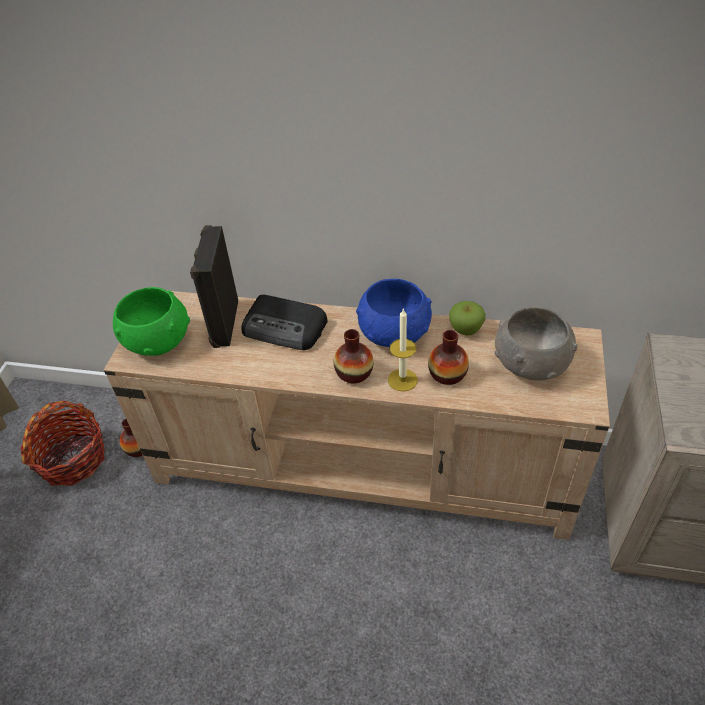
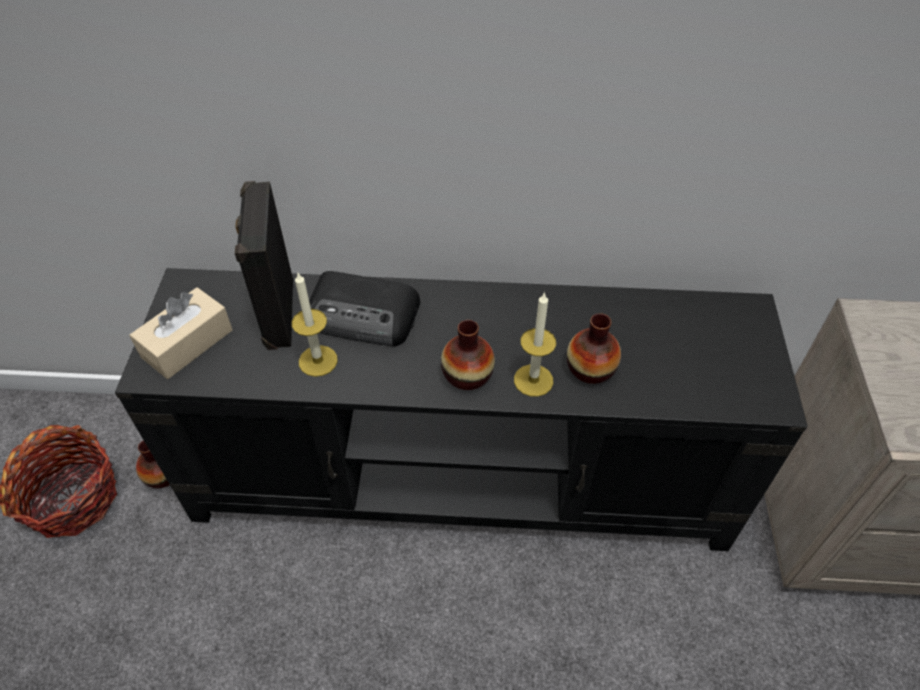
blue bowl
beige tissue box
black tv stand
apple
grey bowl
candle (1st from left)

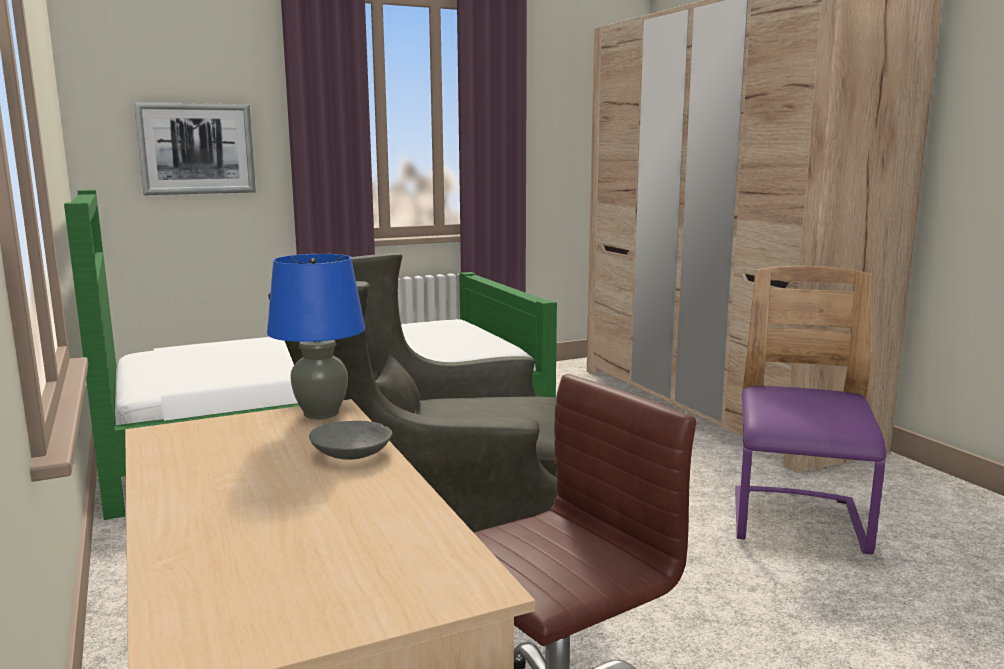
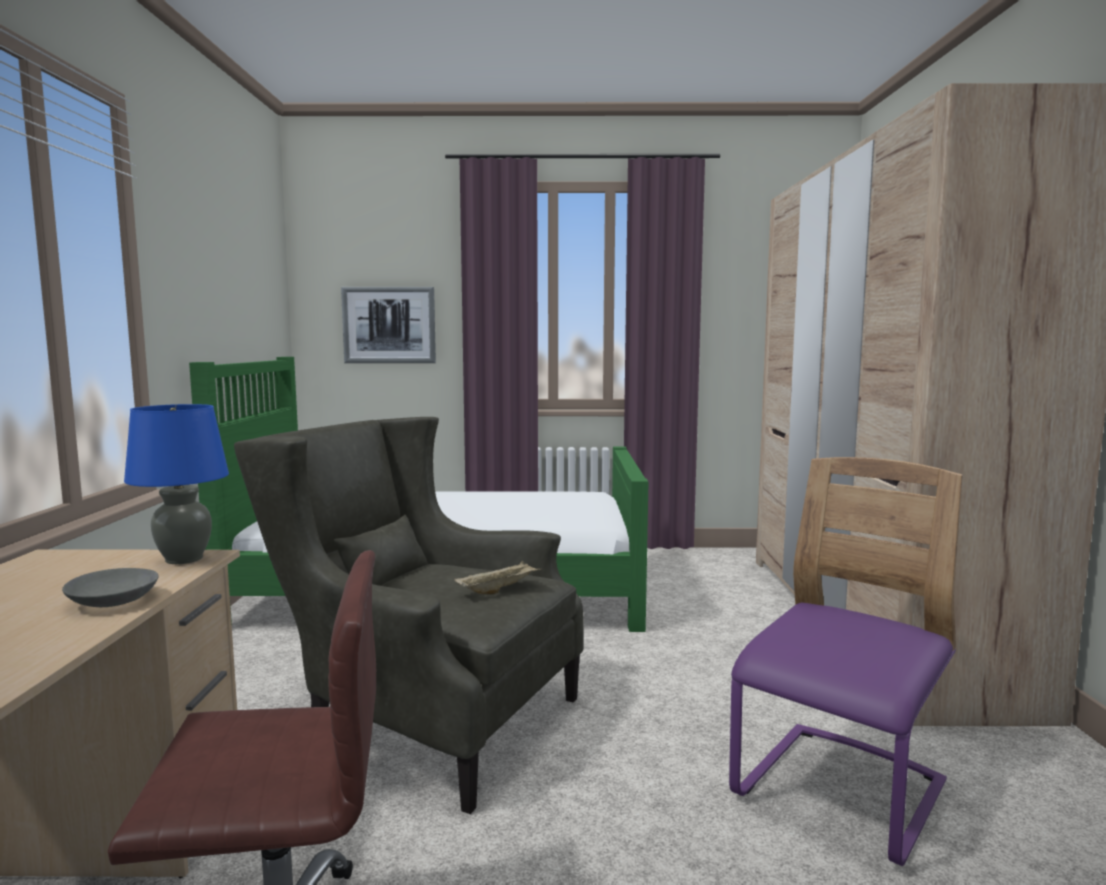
beige tray

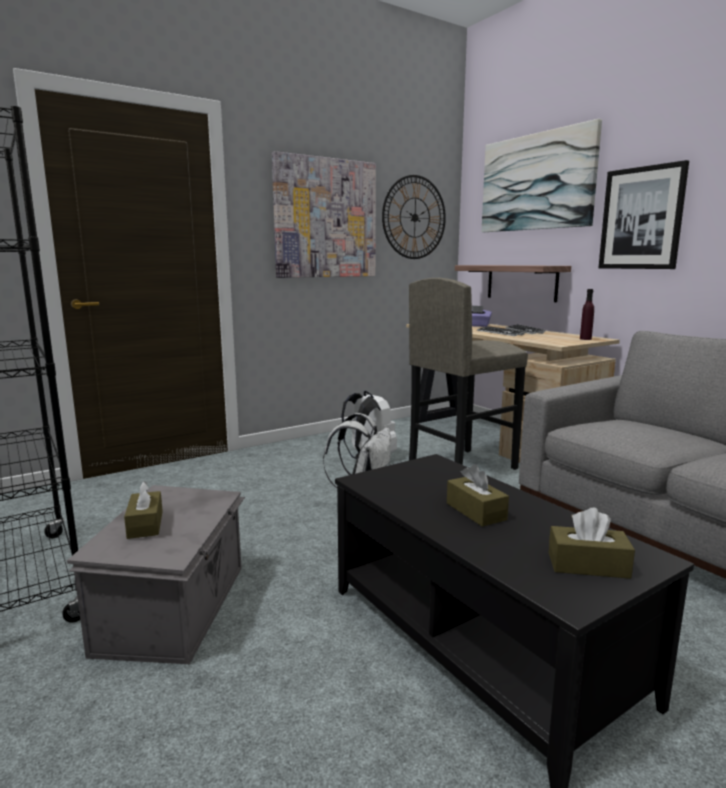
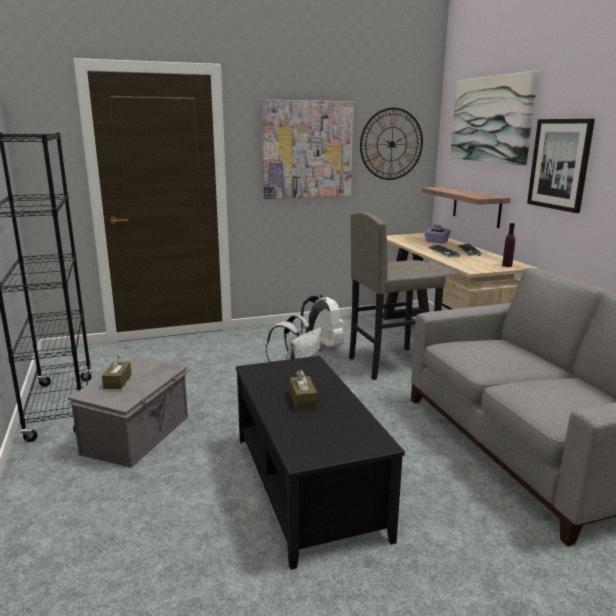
brown tissue box (3rd from left in the first image)

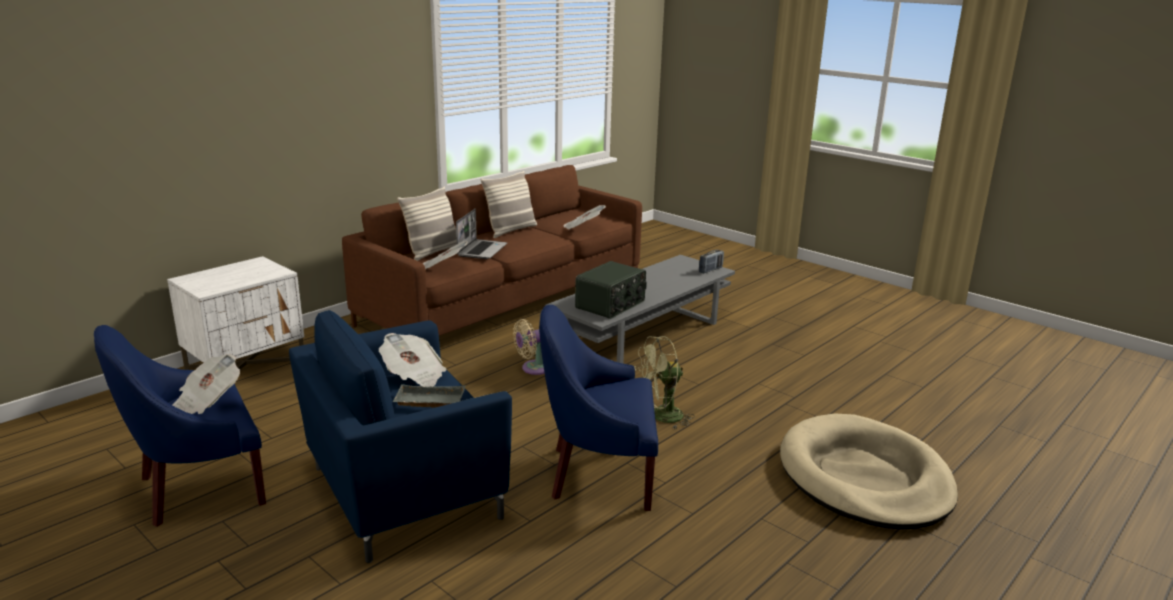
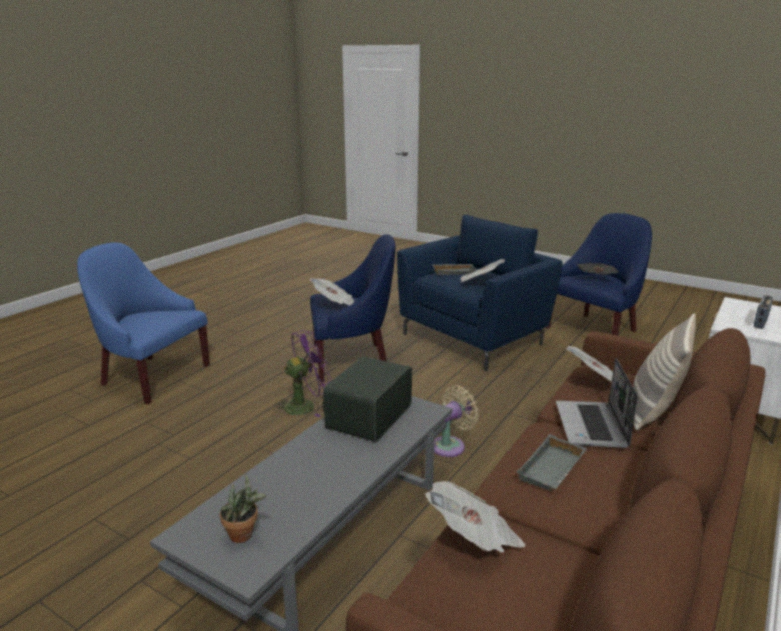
pillow (2nd from left in the first image)
radio (2nd from left)
purple fan
blue armchair (1st from left)
newspaper (1st from left)
grey tray (2nd from left)
potted plant

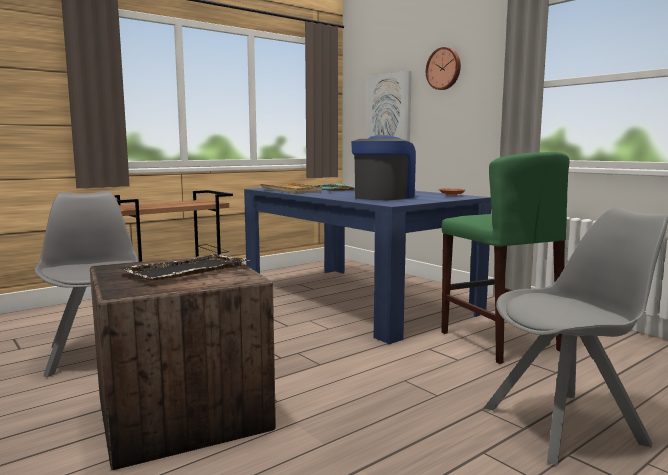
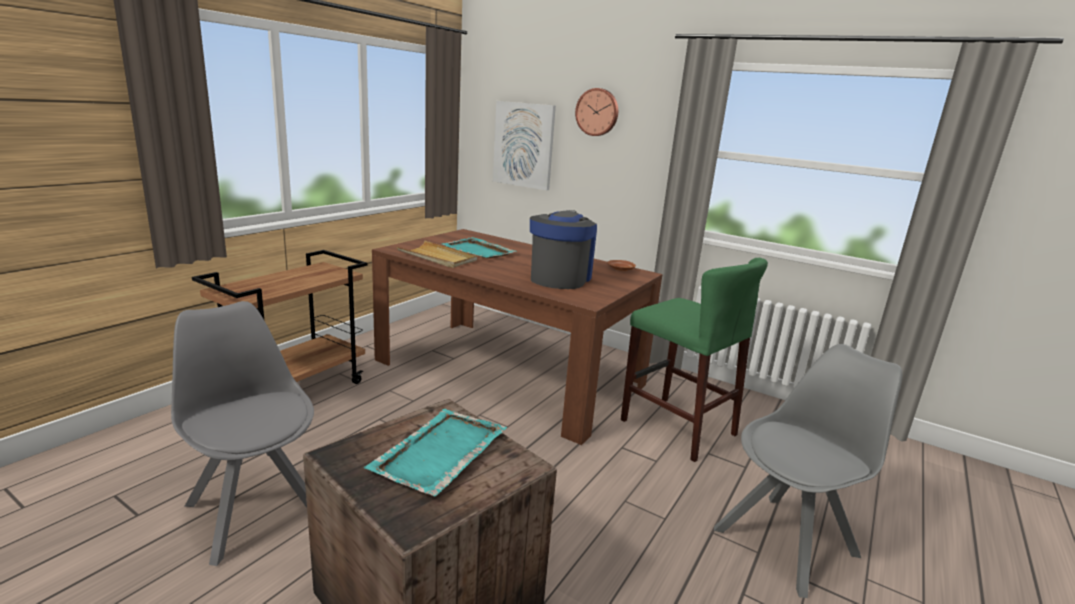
brown dining table
turquoise tray (1st from left)

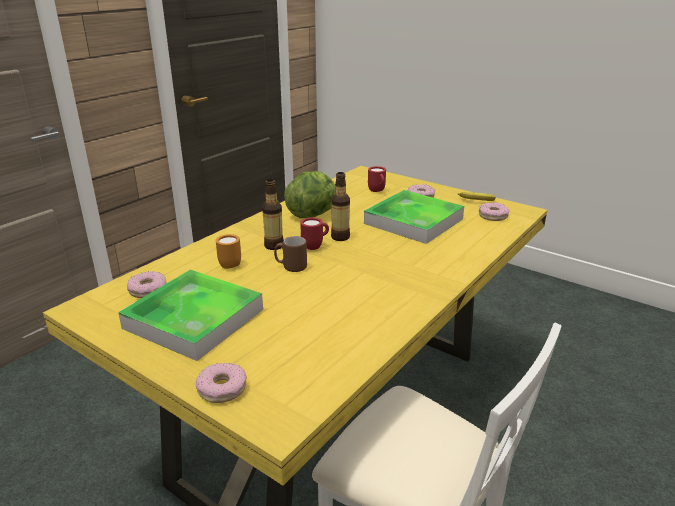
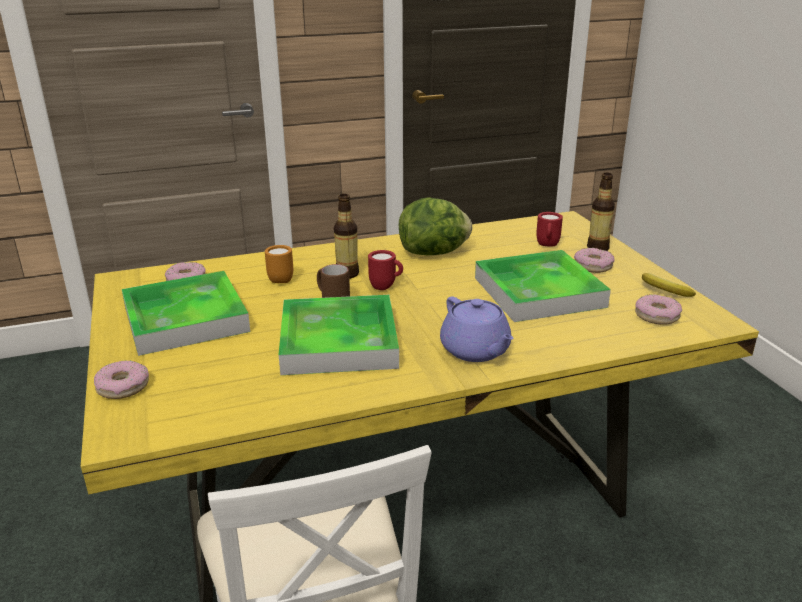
bottle (2nd from left)
tray (2nd from left)
purple teapot

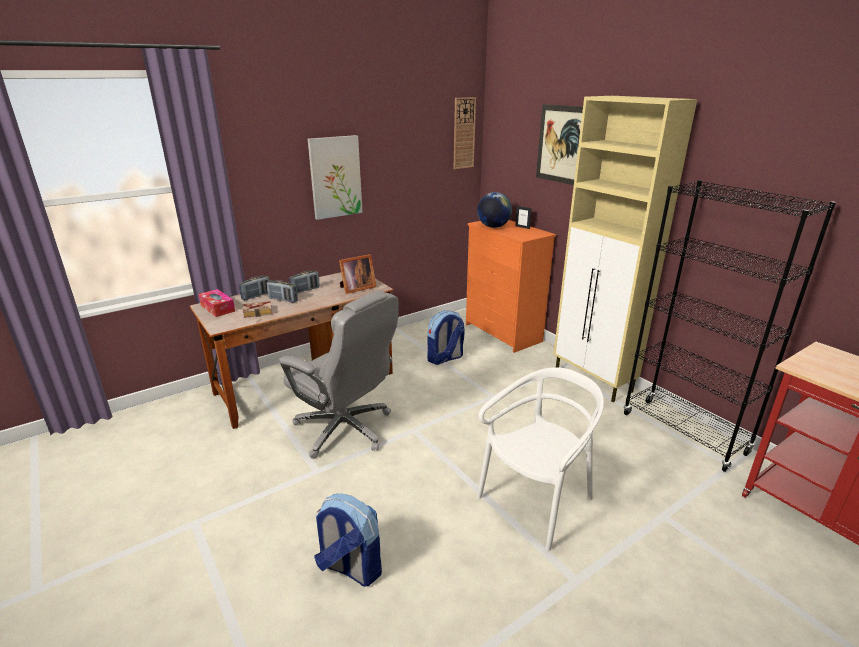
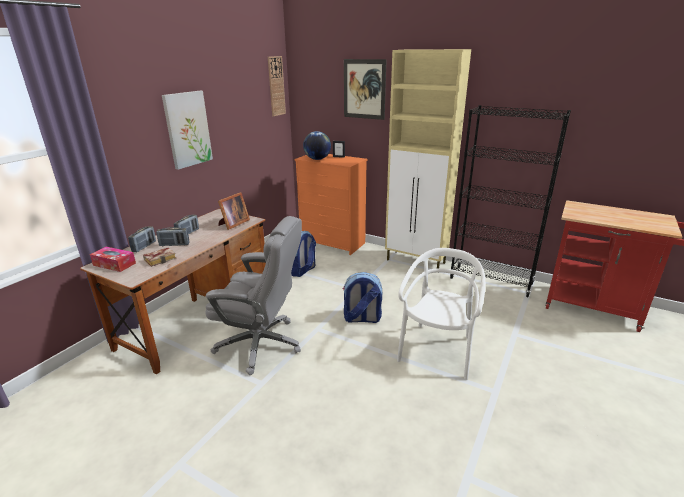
backpack (2nd from left)

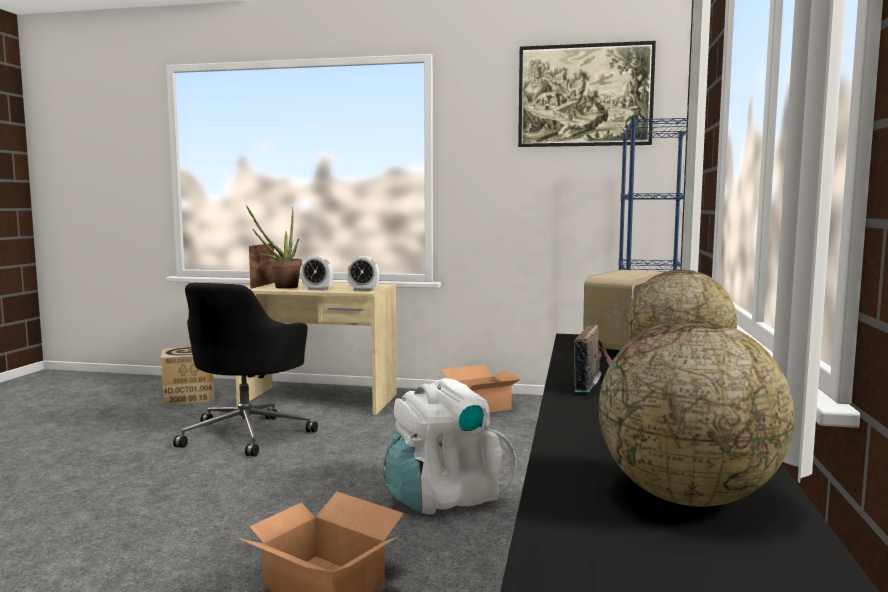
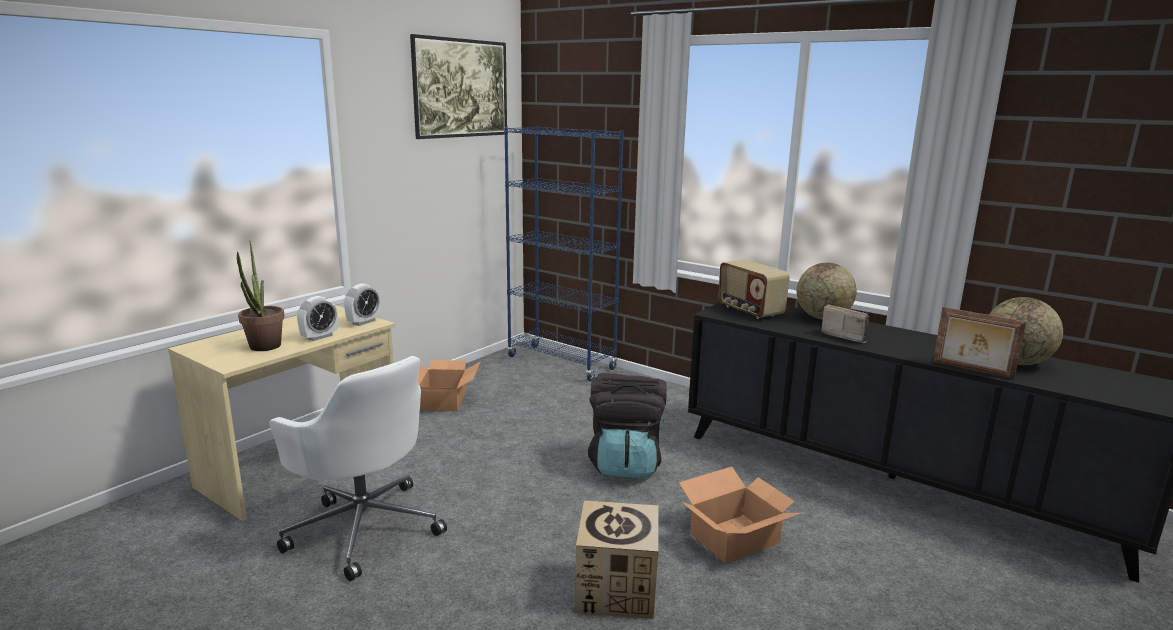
picture frame
white office chair
cardboard box (2nd from left)
black backpack

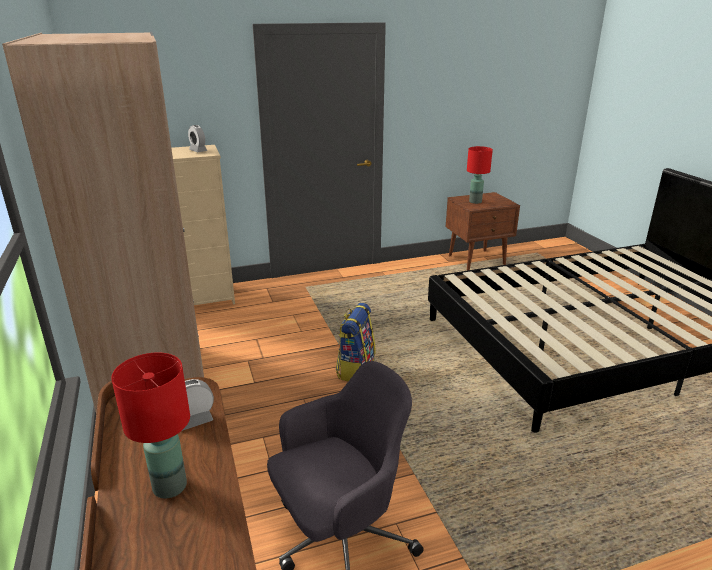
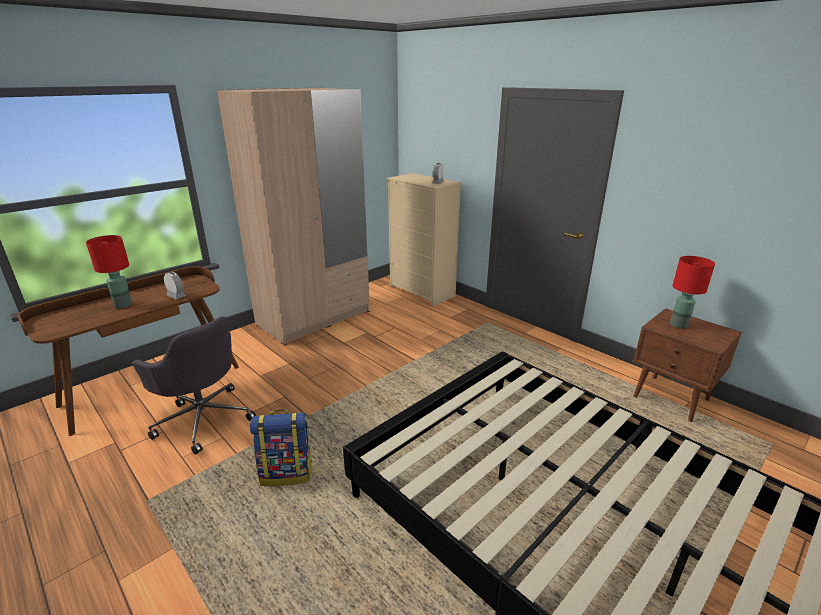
backpack

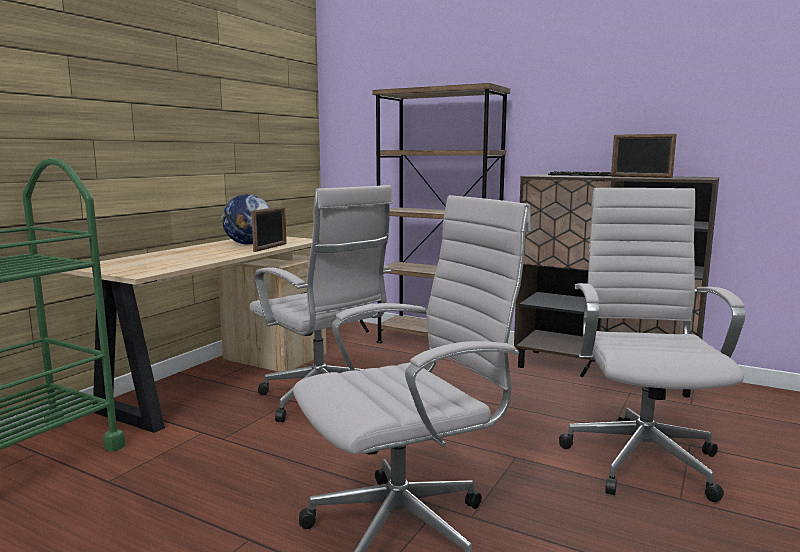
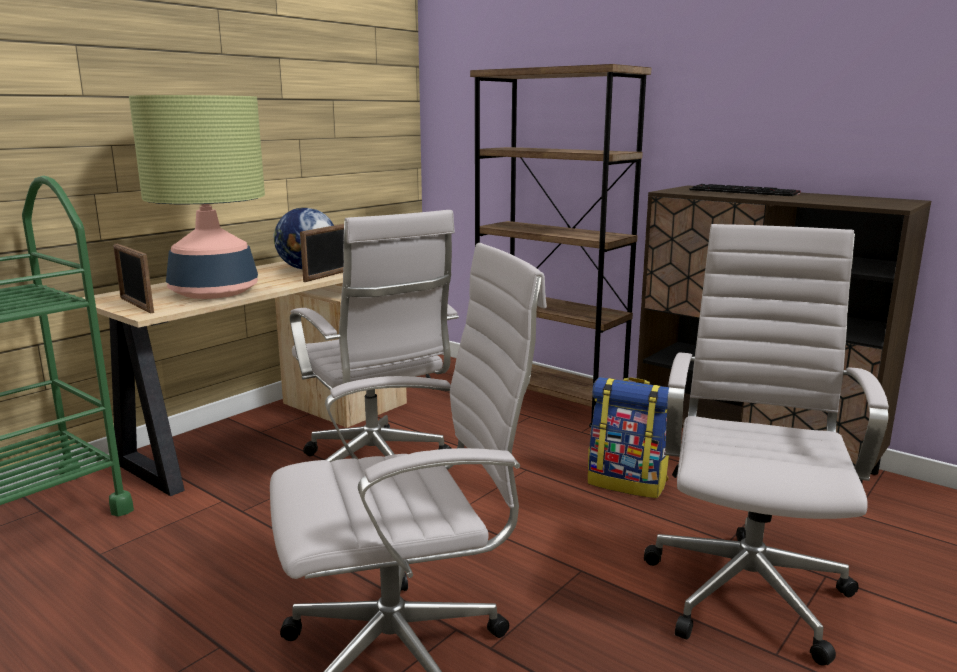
picture frame (1st from left)
table lamp
backpack

